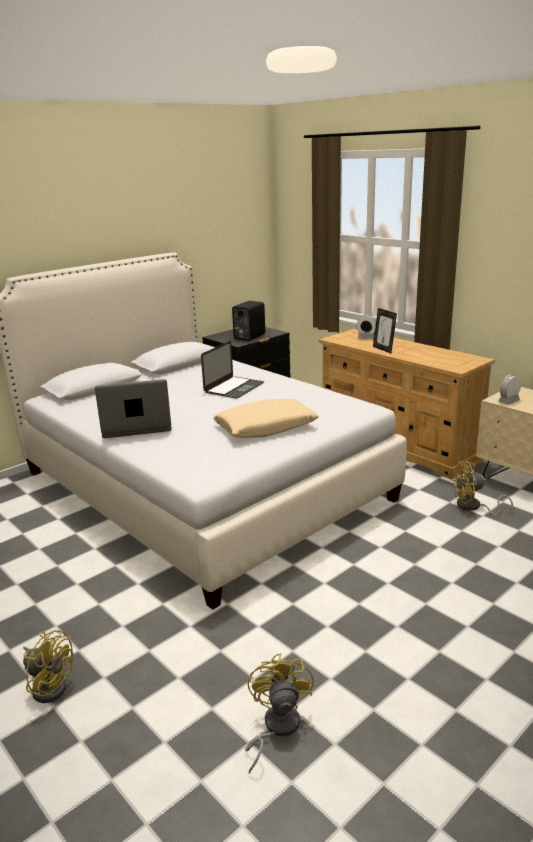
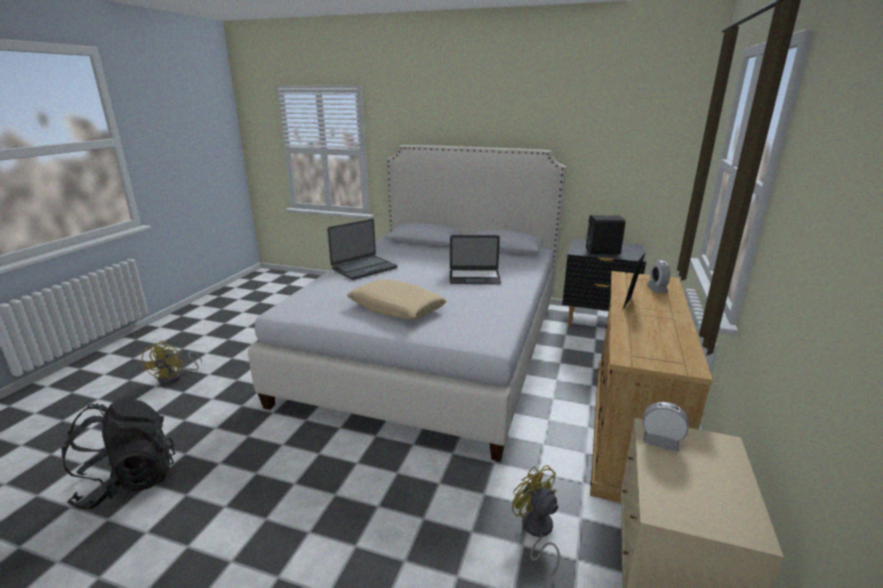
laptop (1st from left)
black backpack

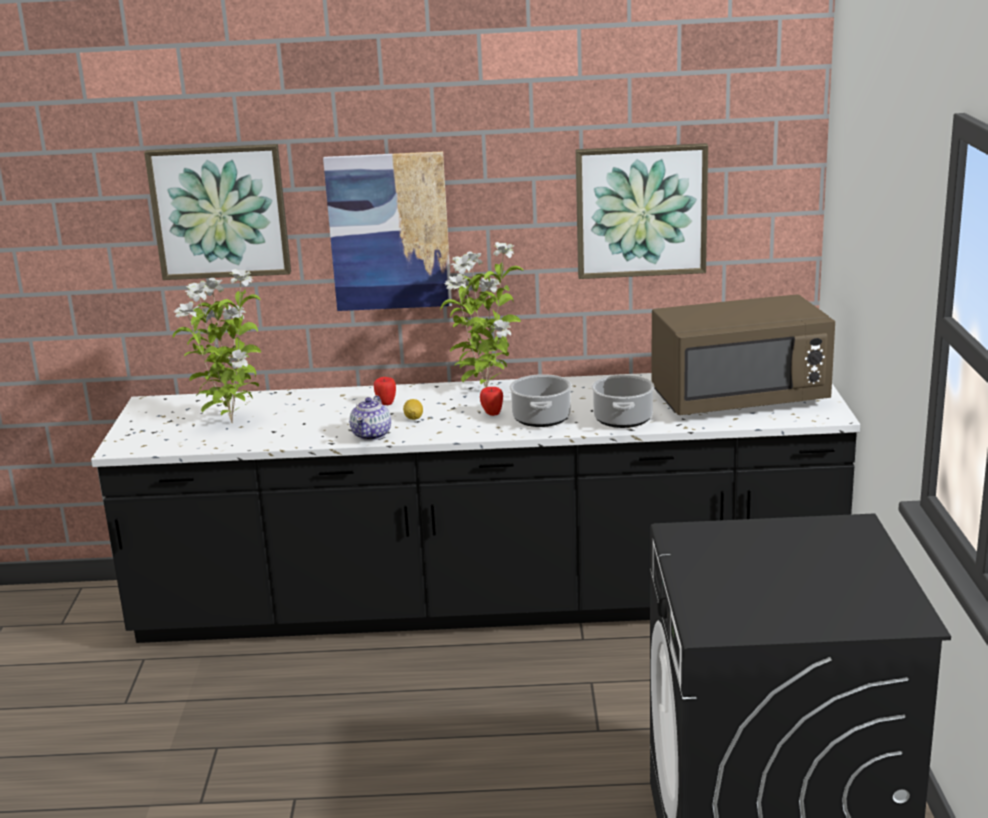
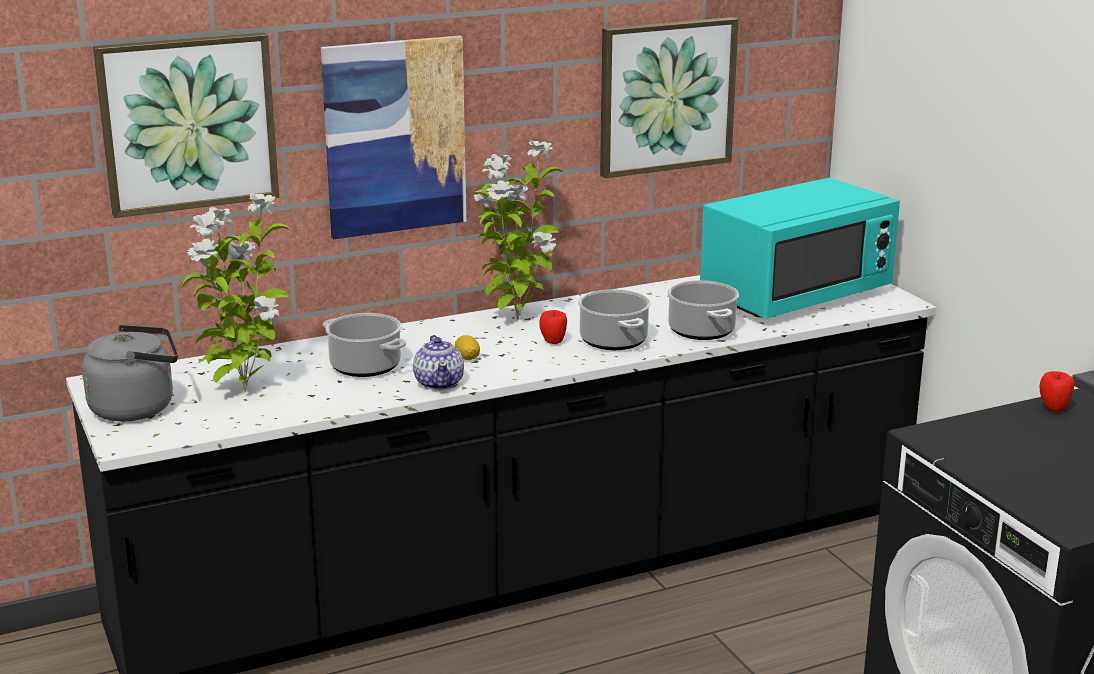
turquoise microwave
apple (2nd from left)
cooking pot (1st from left)
grey kettle

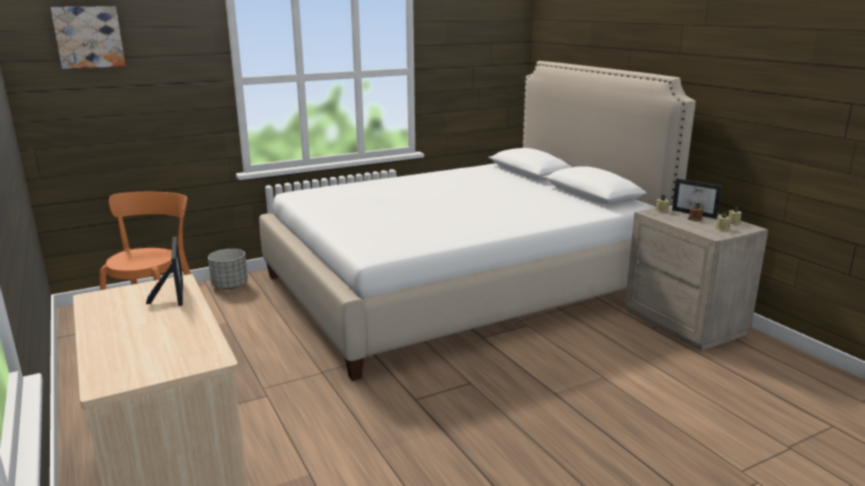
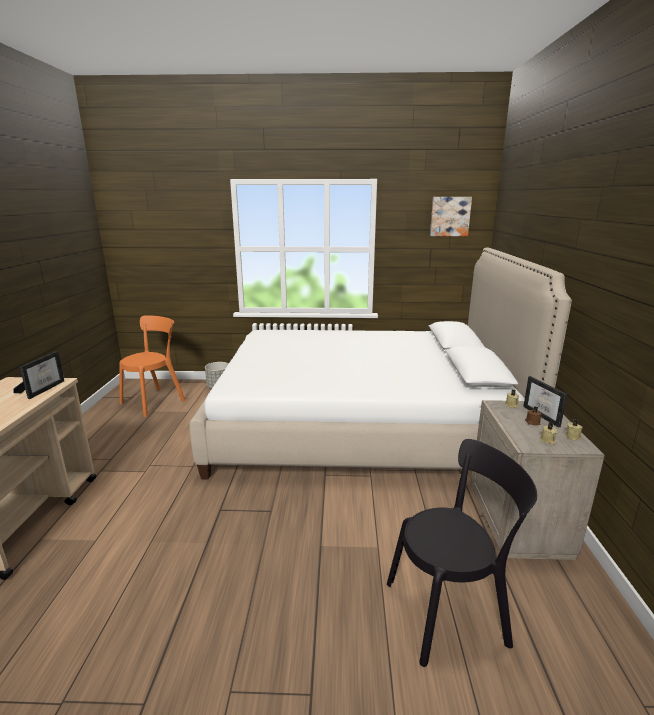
picture
black chair

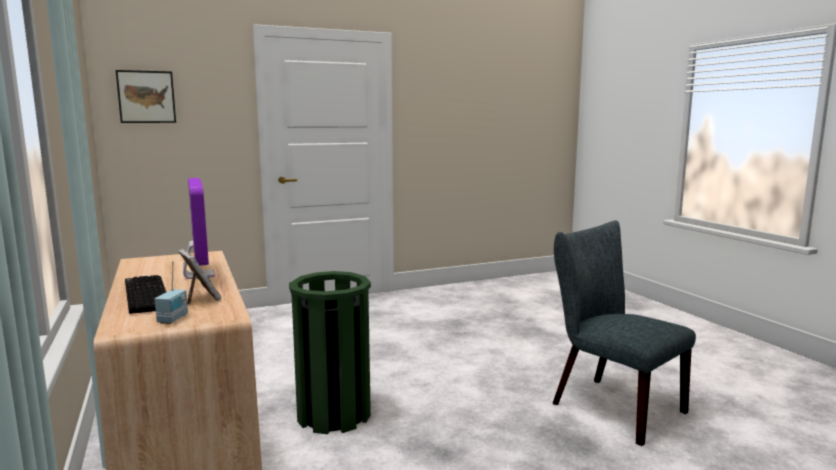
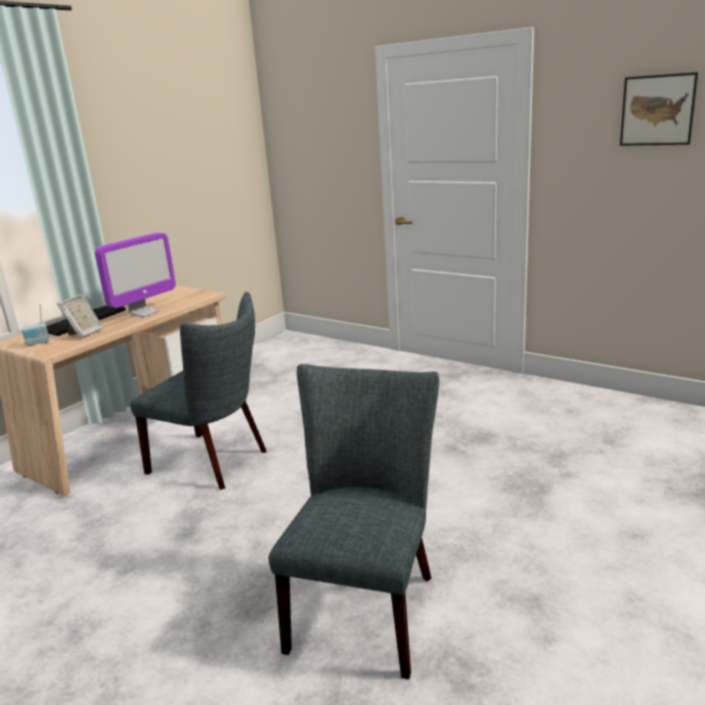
picture
grey chair (1st from left)

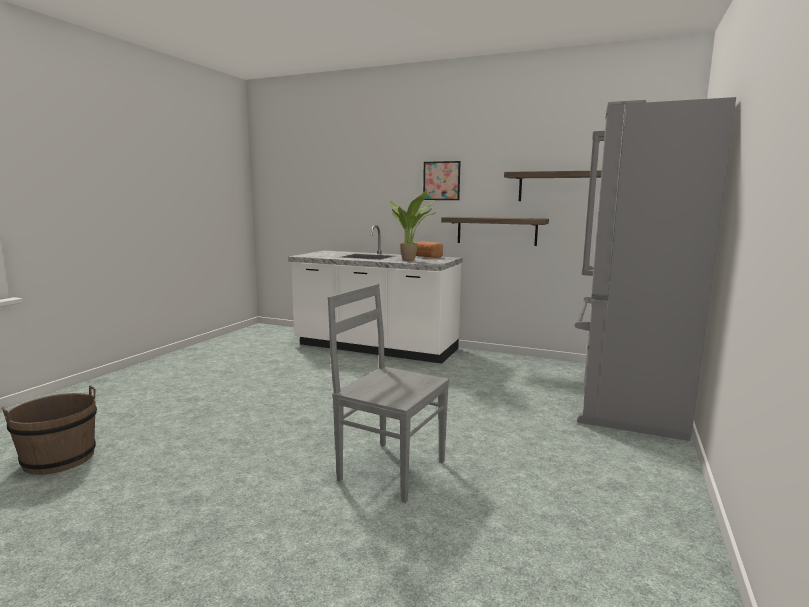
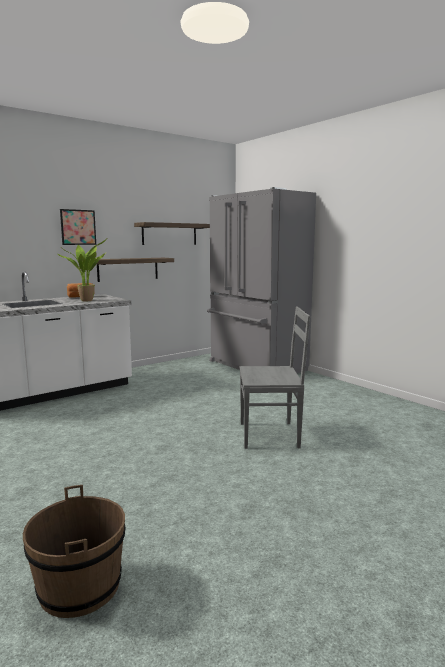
grey chair

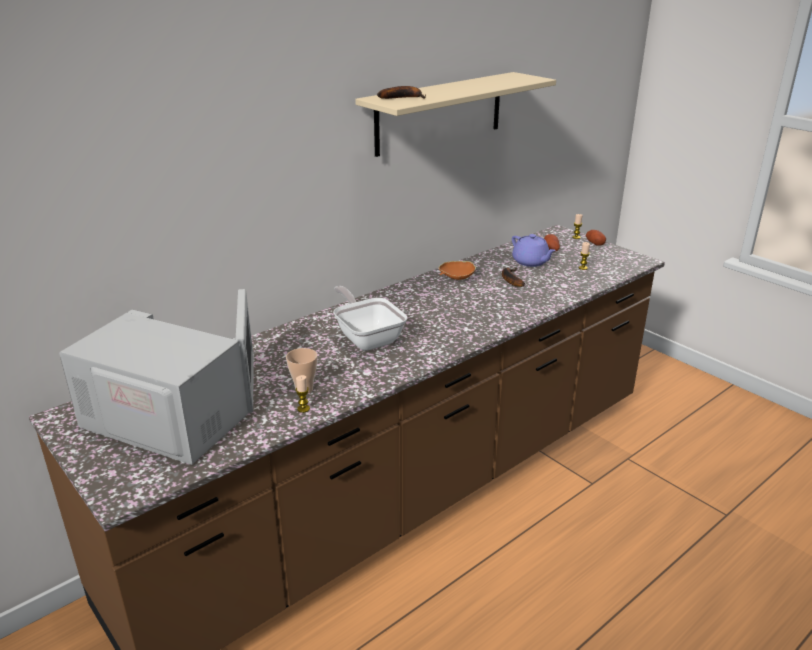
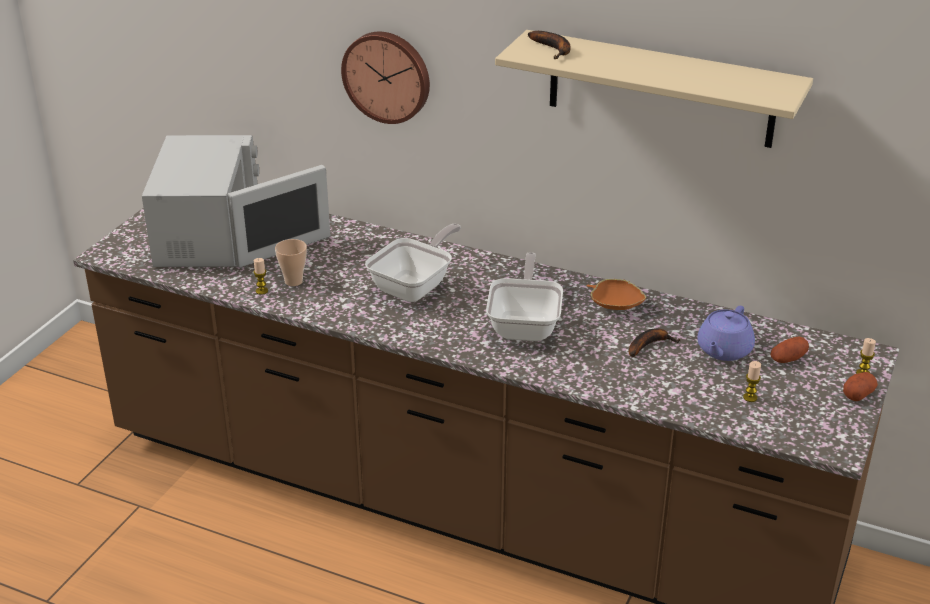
wall clock
frying pan (2nd from left)

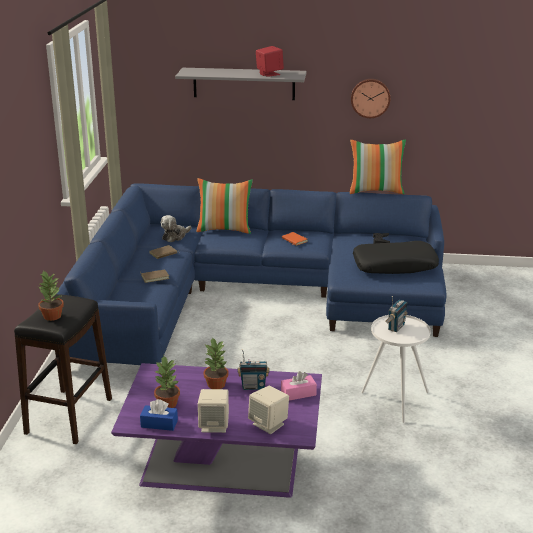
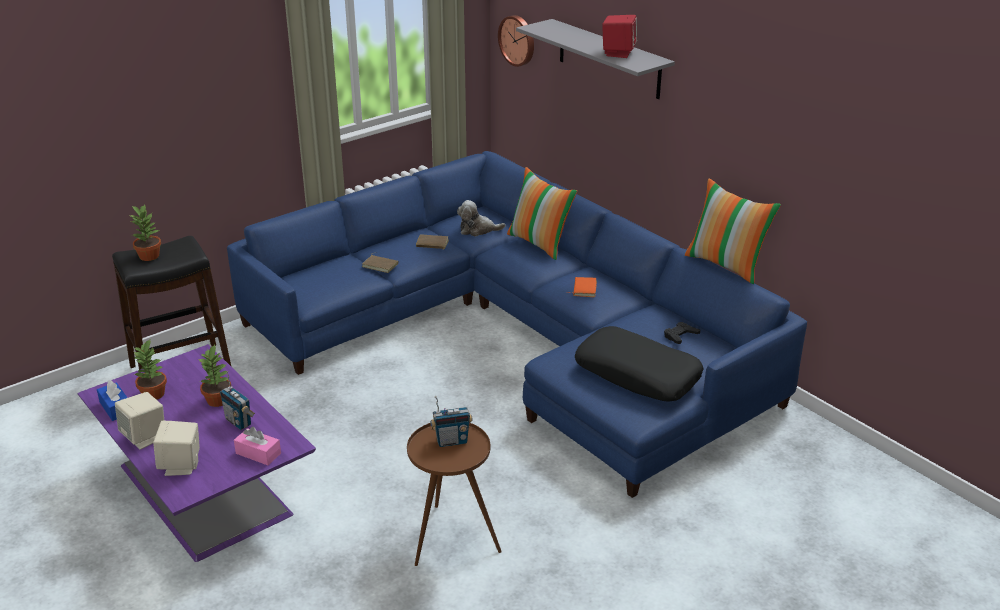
wall clock
brown side table

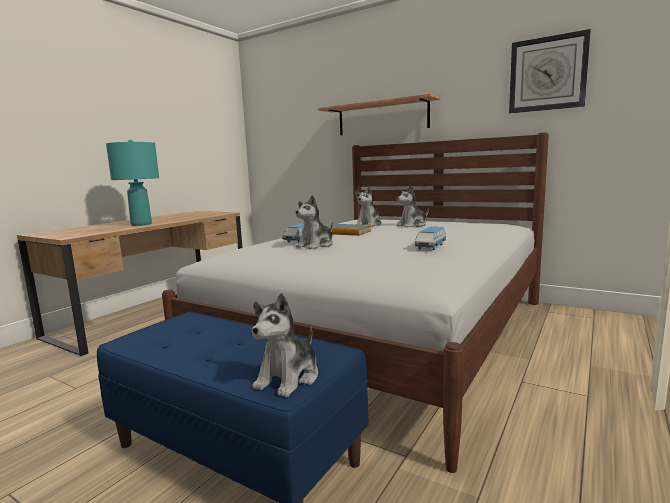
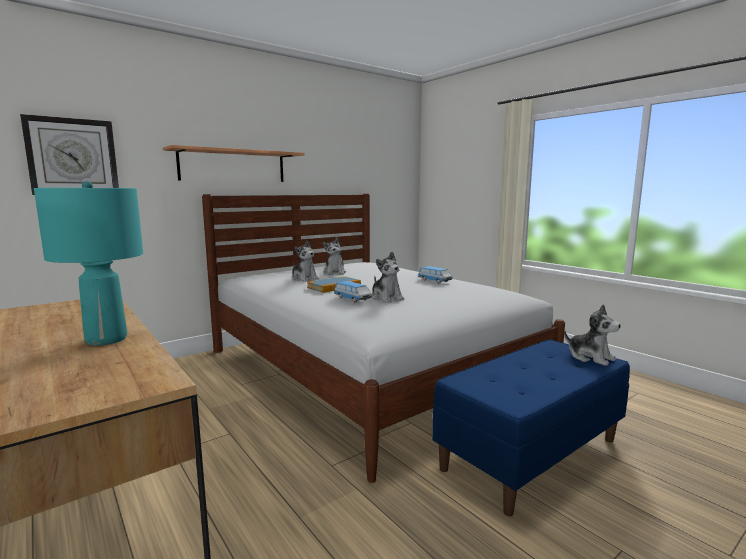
wall clock

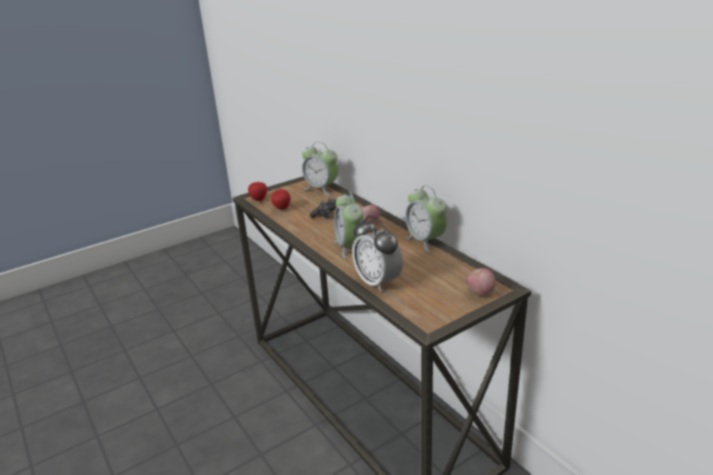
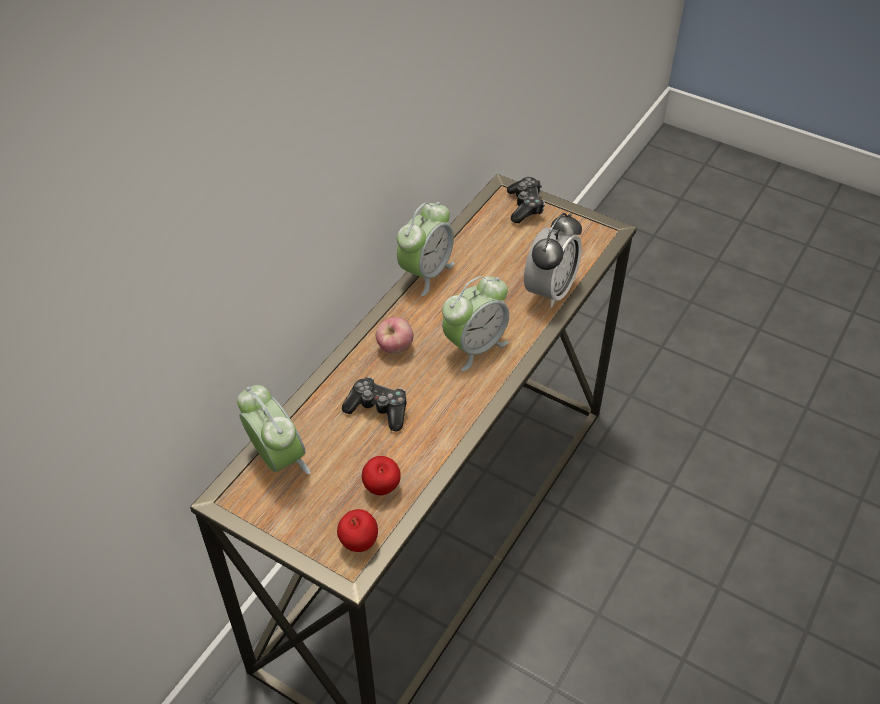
alarm clock (1st from left)
game controller (2nd from left)

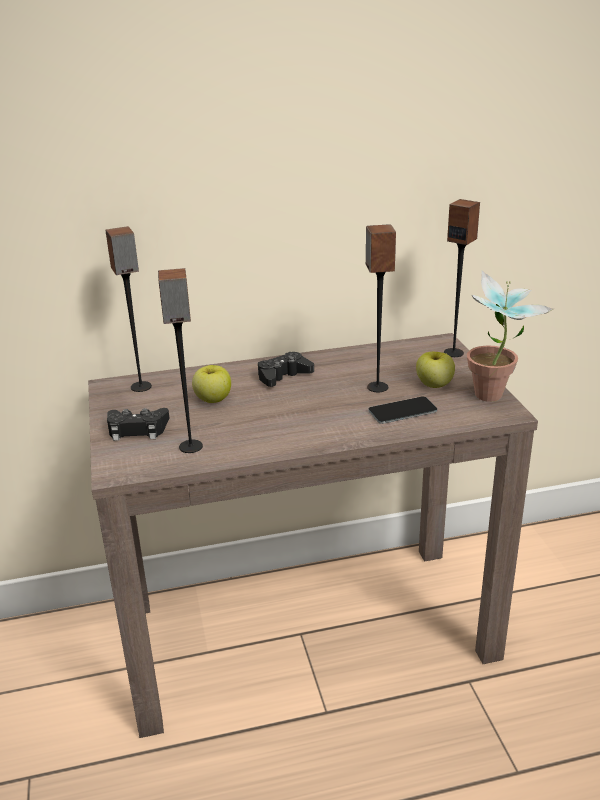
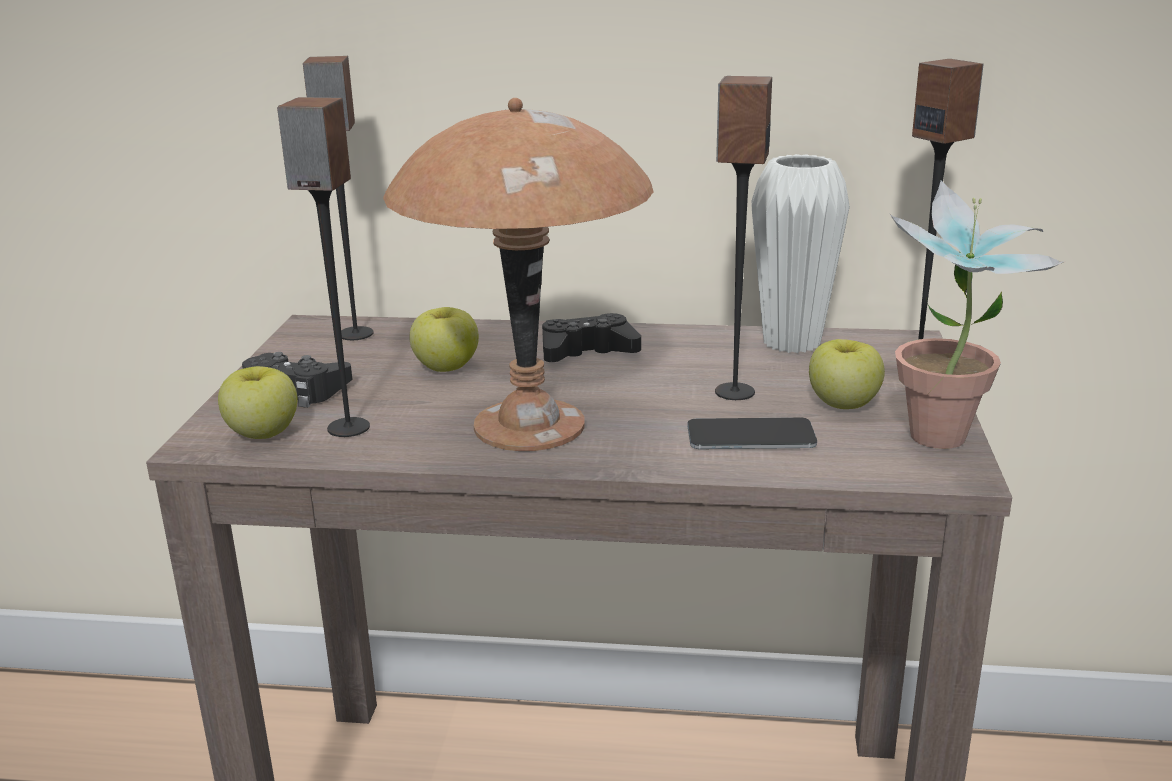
brown table lamp
white vase
apple (1st from left)

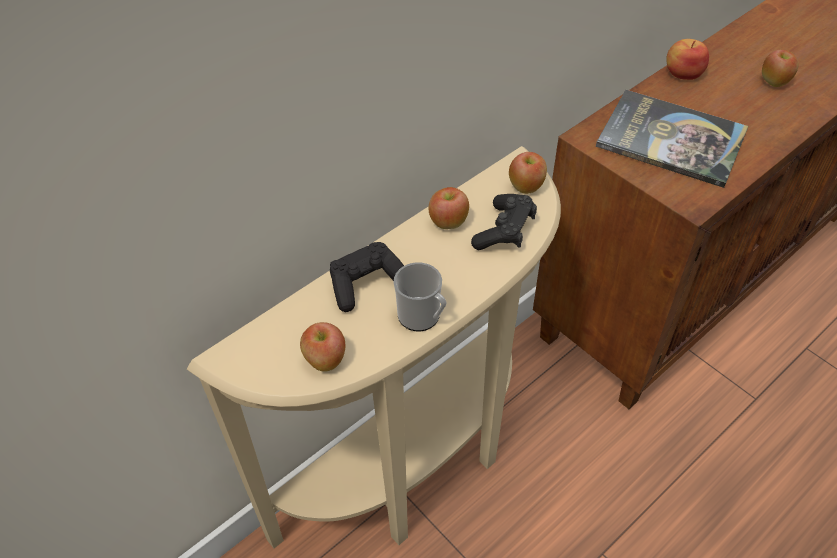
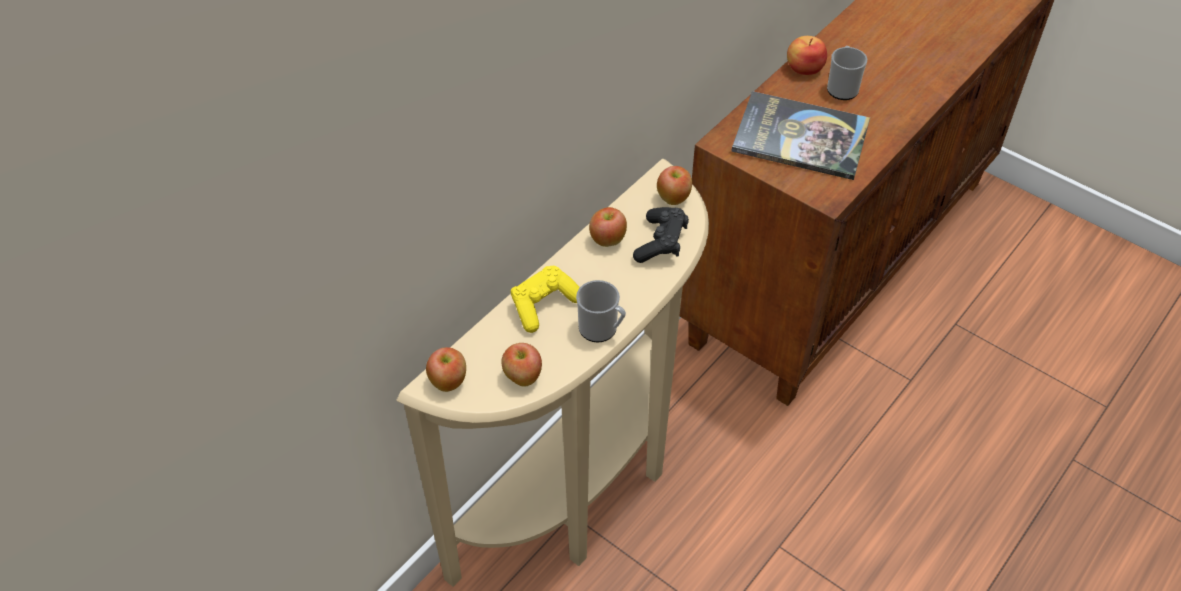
apple (1st from left)
yellow game controller
mug (2nd from left)

